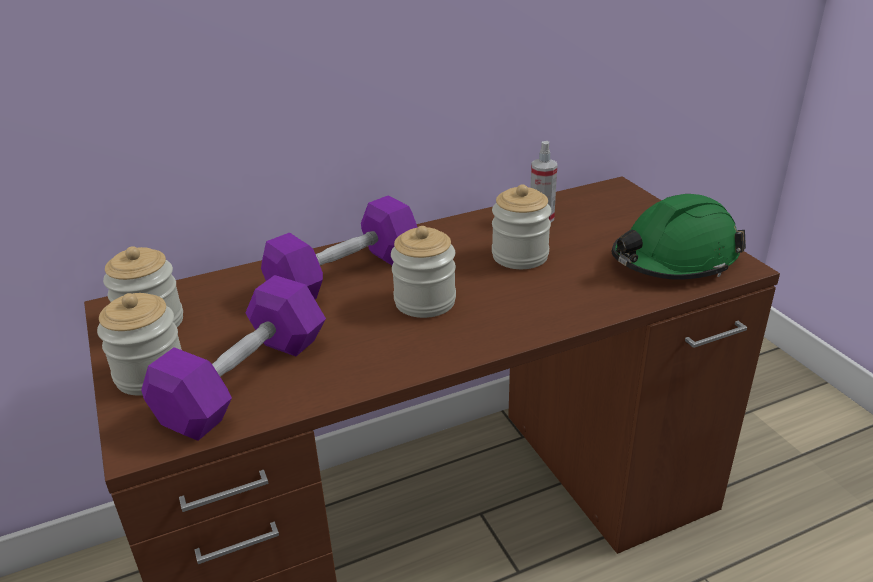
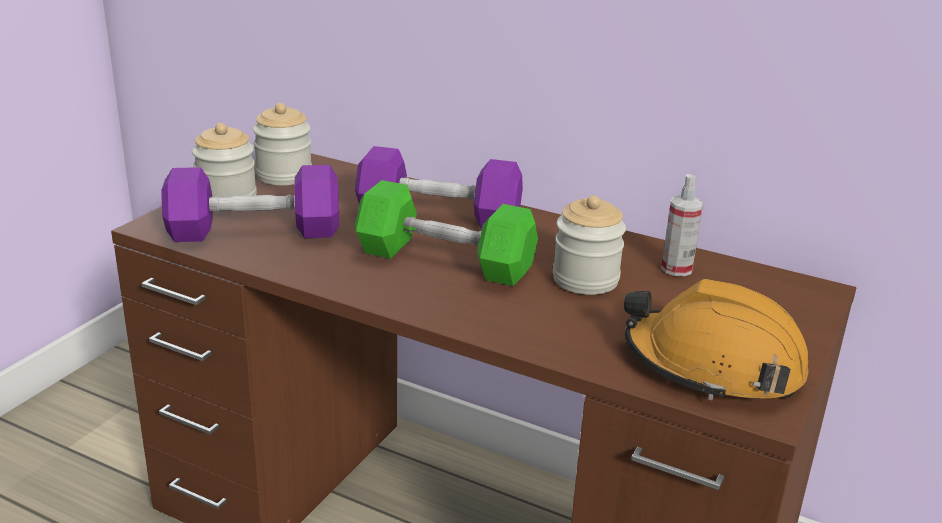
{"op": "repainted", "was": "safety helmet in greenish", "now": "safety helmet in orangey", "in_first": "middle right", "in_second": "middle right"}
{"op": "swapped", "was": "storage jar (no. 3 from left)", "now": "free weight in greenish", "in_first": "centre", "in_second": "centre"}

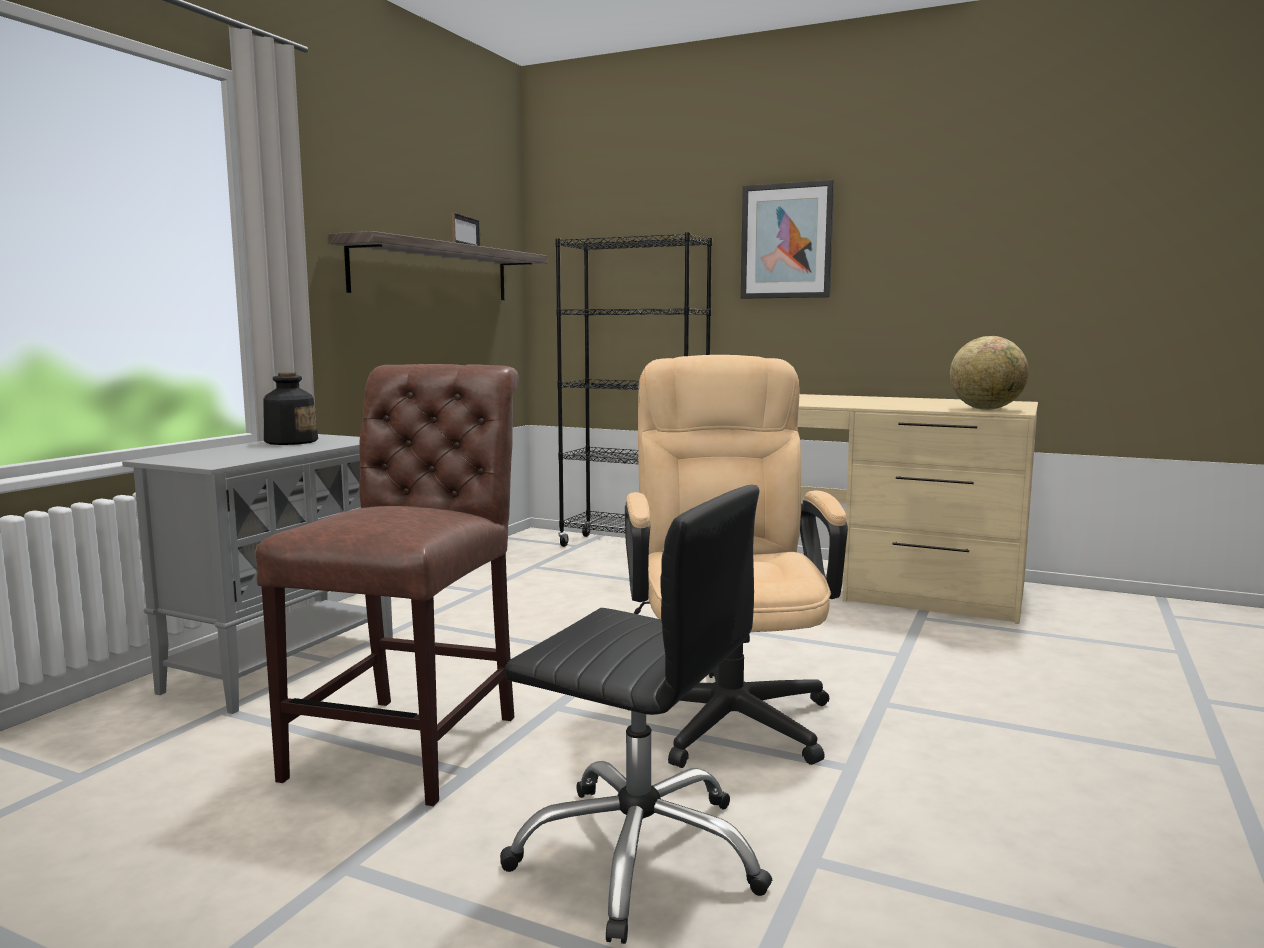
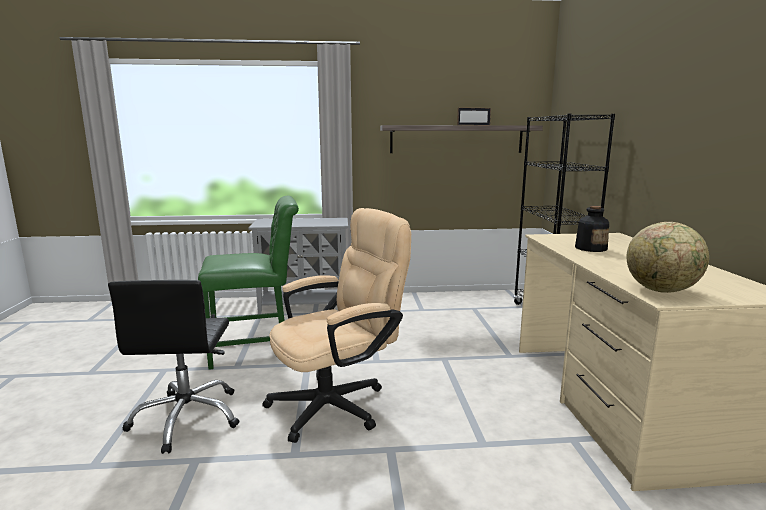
{"op": "gone", "was": "picture", "in_first": "top centre"}
{"op": "repainted", "was": "upright chair in brownish", "now": "upright chair in greenish", "in_first": "middle left", "in_second": "middle left"}
{"op": "shifted", "was": "beverage bottle", "in_first": "middle left", "in_second": "middle right"}

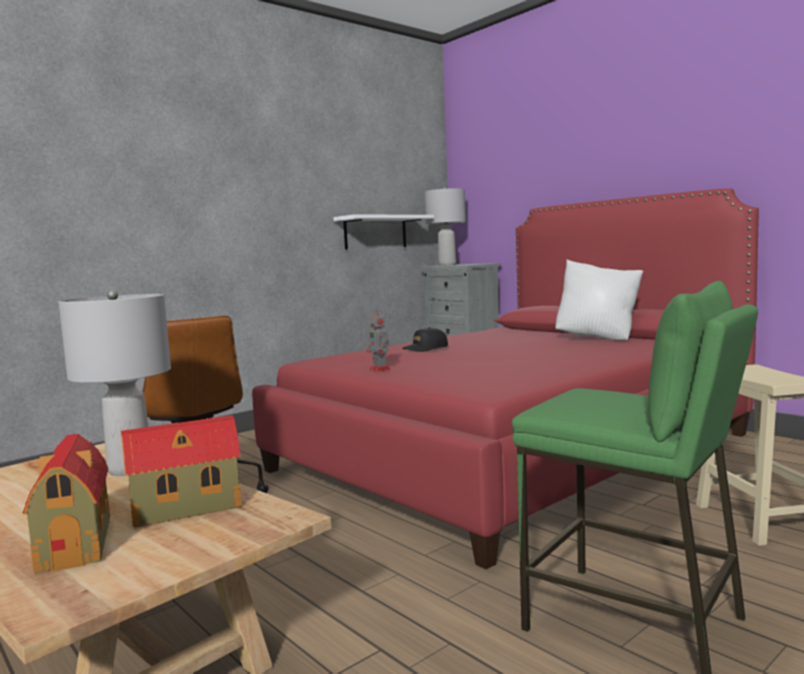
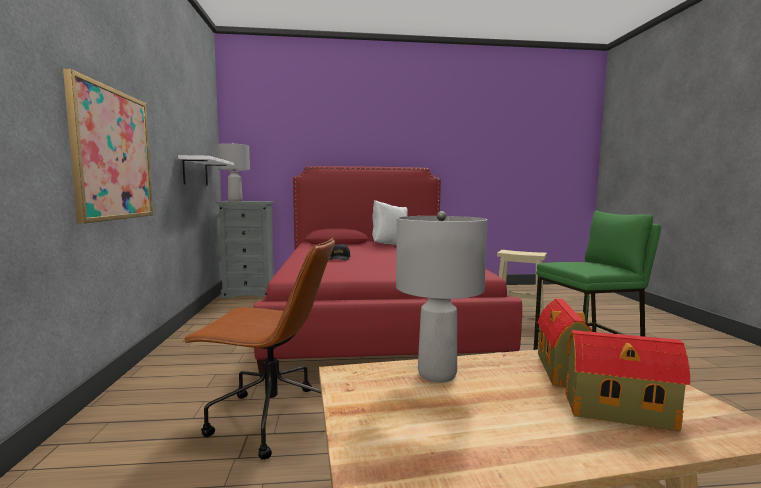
{"op": "gone", "was": "toy robot", "in_first": "centre"}
{"op": "new", "now": "picture", "in_second": "top left"}

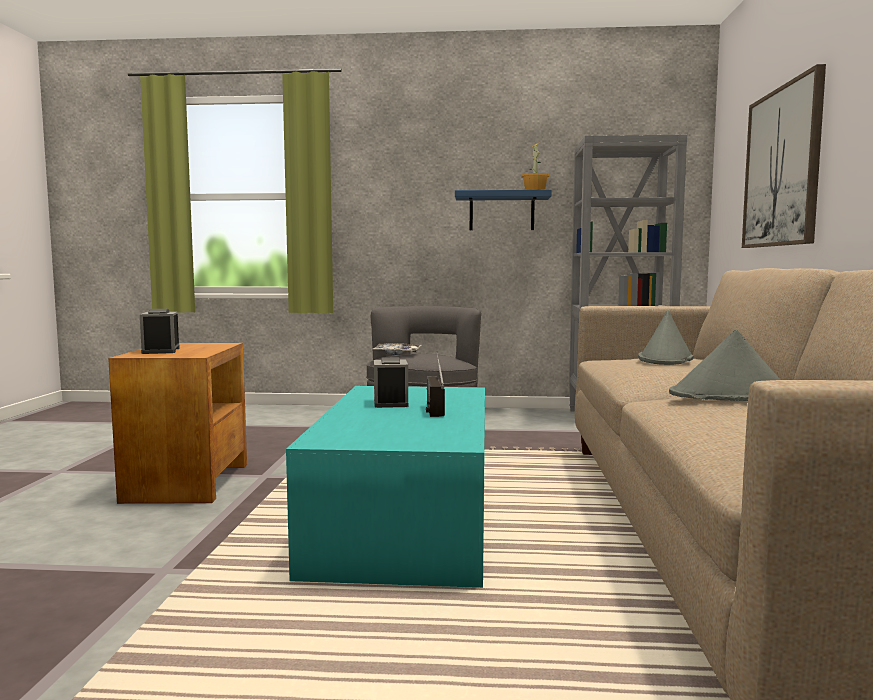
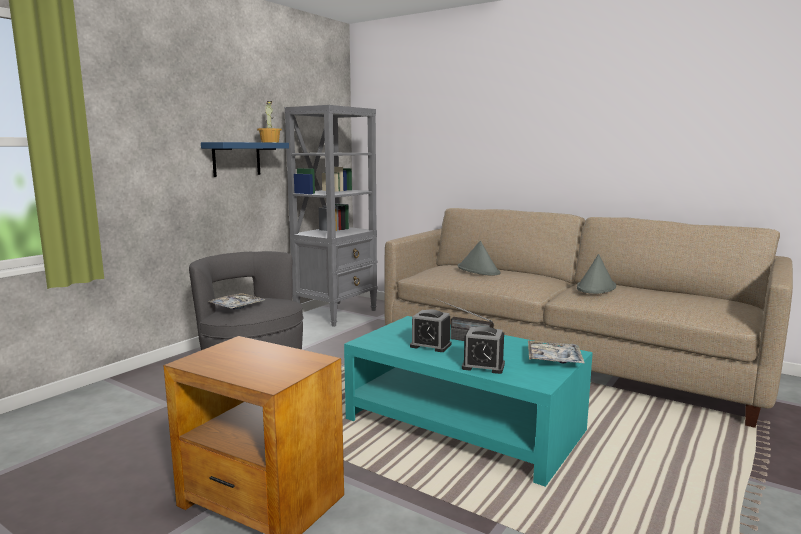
{"op": "gone", "was": "picture", "in_first": "top right"}
{"op": "shifted", "was": "table clock (no. 1 from left in the first image)", "now": "table clock (no. 2 from left)", "in_first": "middle left", "in_second": "centre"}
{"op": "new", "now": "carrying tray (no. 2 from left)", "in_second": "middle right"}

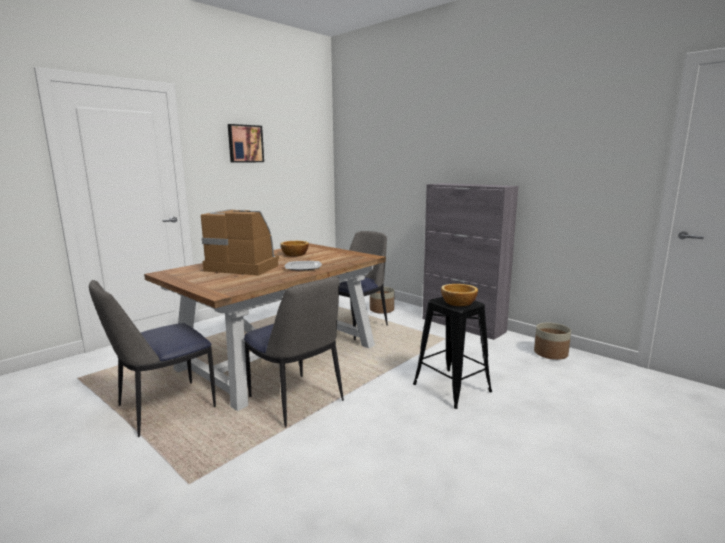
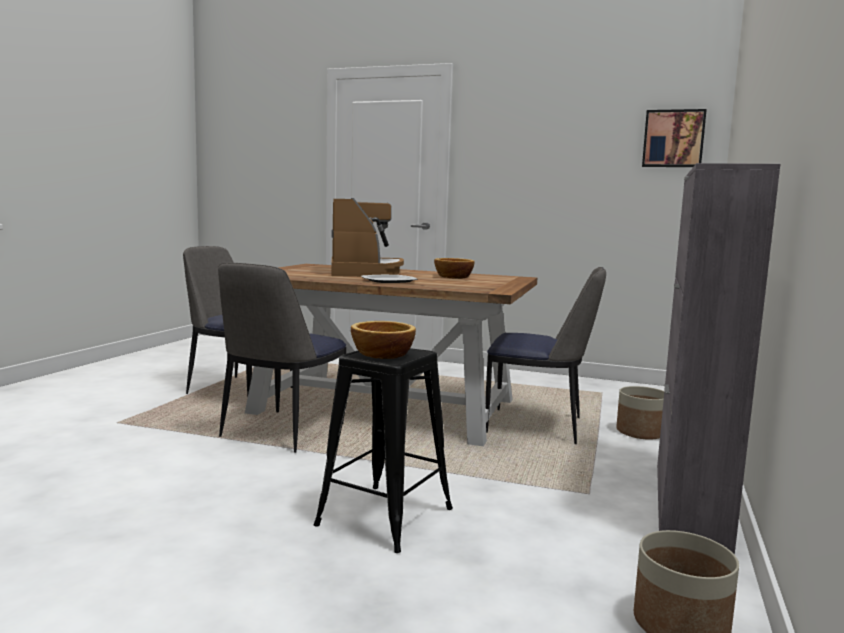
{"op": "shifted", "was": "picture", "in_first": "top centre", "in_second": "top right"}

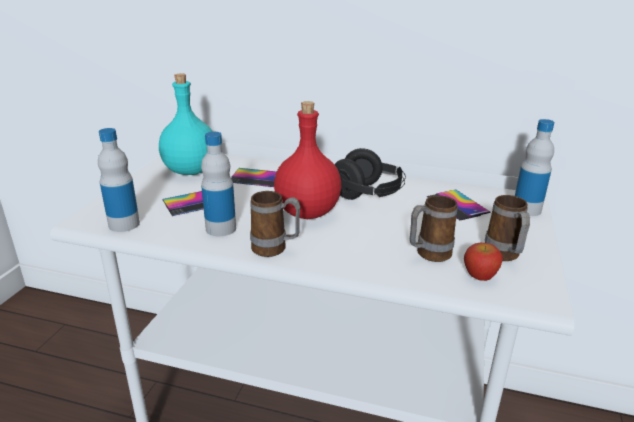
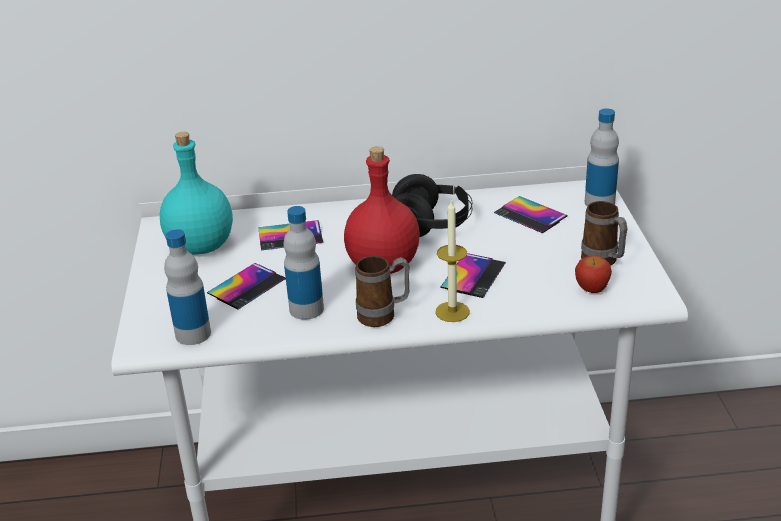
{"op": "gone", "was": "coffee mug (no. 2 from left)", "in_first": "middle right"}
{"op": "new", "now": "wax light", "in_second": "centre"}
{"op": "new", "now": "phone (no. 3 from left)", "in_second": "centre"}

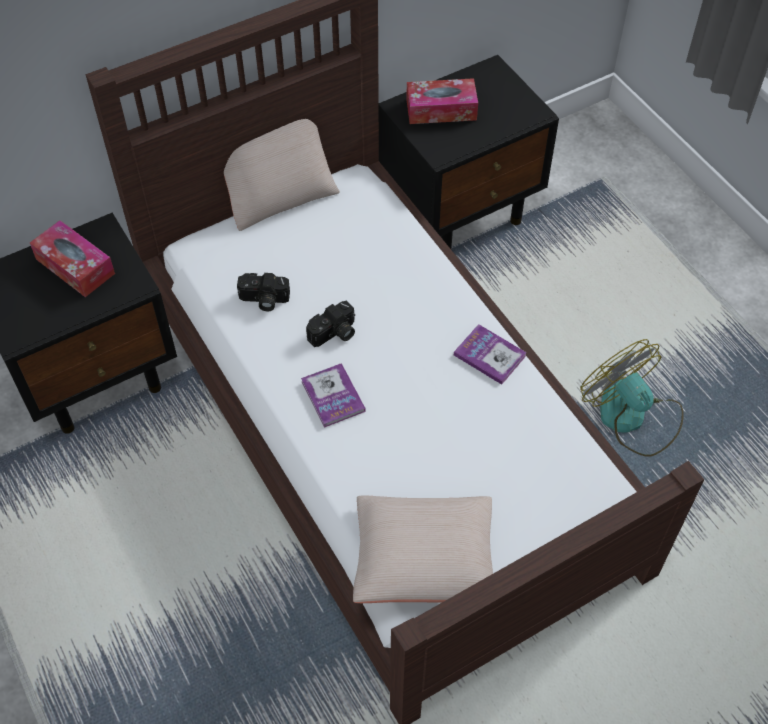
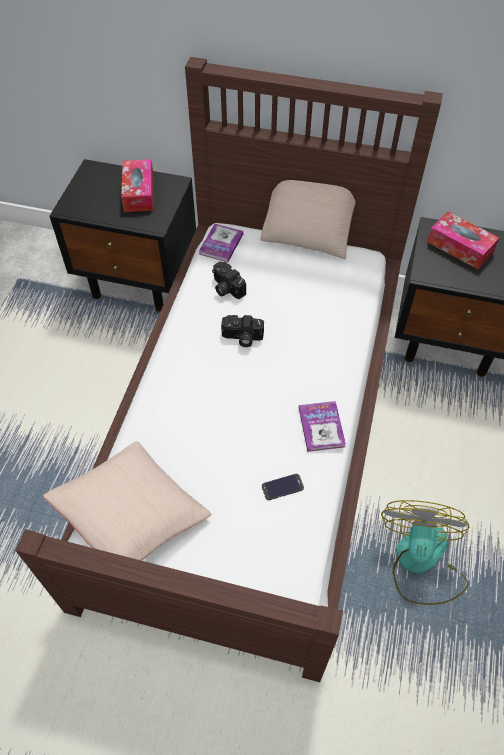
{"op": "shifted", "was": "volume (no. 1 from left)", "in_first": "centre", "in_second": "top centre"}
{"op": "new", "now": "phone", "in_second": "centre"}

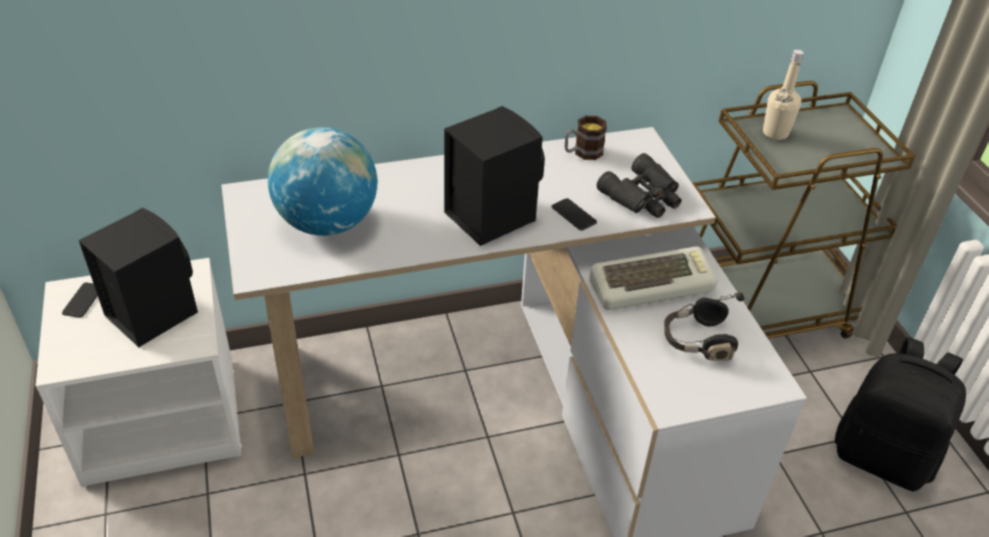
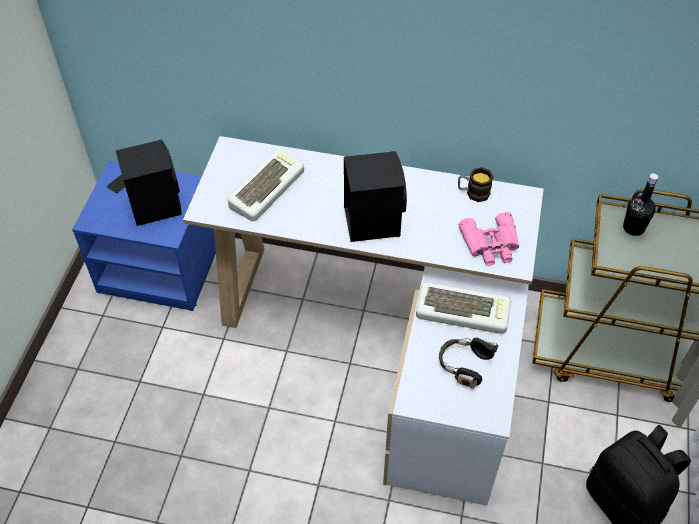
{"op": "repainted", "was": "beverage bottle in beige", "now": "beverage bottle in black", "in_first": "top right", "in_second": "middle right"}
{"op": "swapped", "was": "globe", "now": "keyboard (no. 1 from left)", "in_first": "middle left", "in_second": "centre"}
{"op": "repainted", "was": "binoculars in black", "now": "binoculars in pink", "in_first": "centre", "in_second": "middle right"}
{"op": "gone", "was": "phone (no. 2 from left)", "in_first": "centre"}
{"op": "repainted", "was": "bedside table in white-coloured", "now": "bedside table in bluish", "in_first": "bottom left", "in_second": "middle left"}

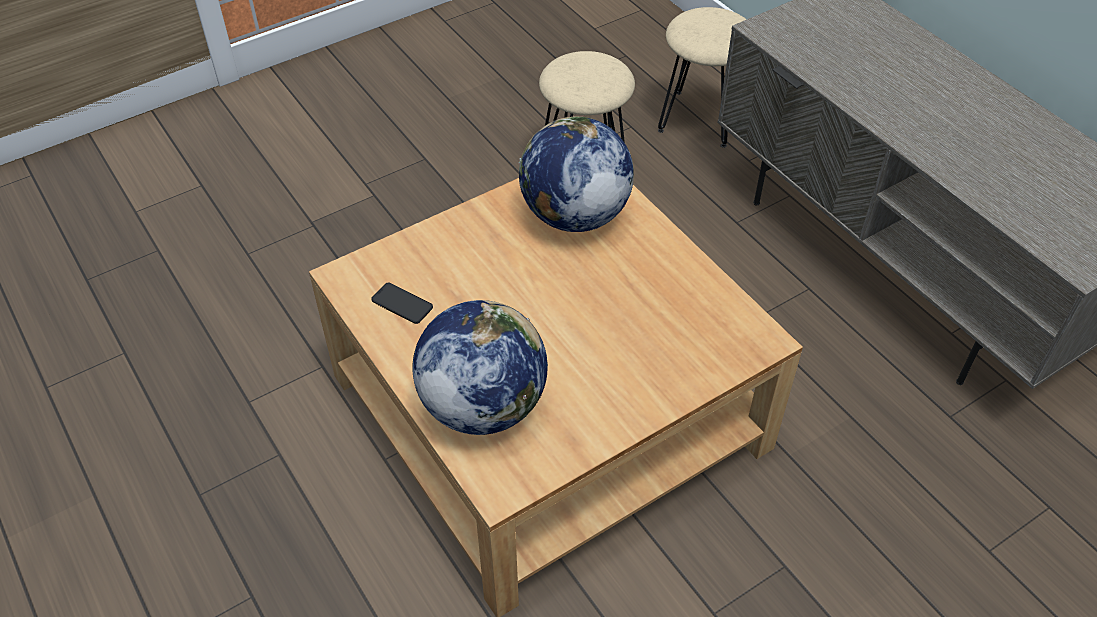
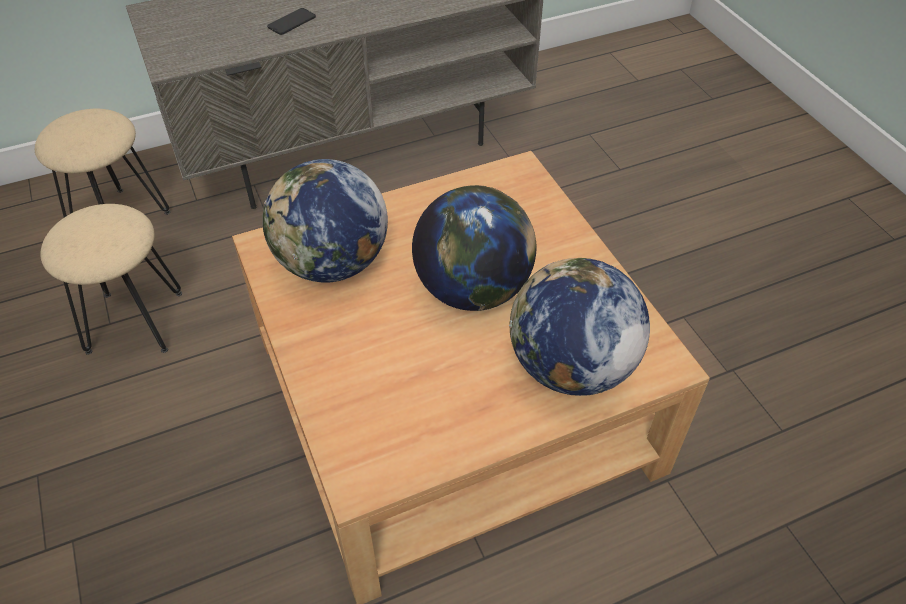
{"op": "shifted", "was": "phone", "in_first": "centre", "in_second": "top left"}
{"op": "new", "now": "globe (no. 2 from left)", "in_second": "centre"}

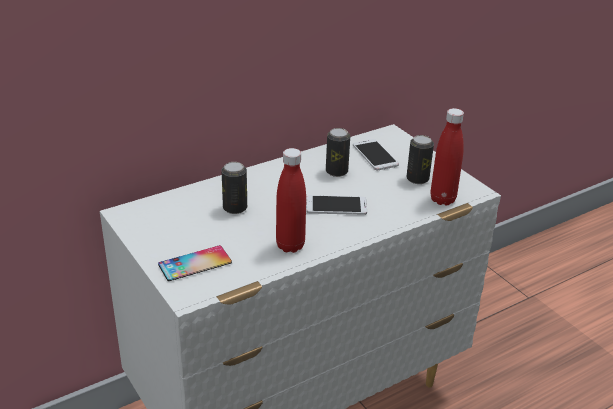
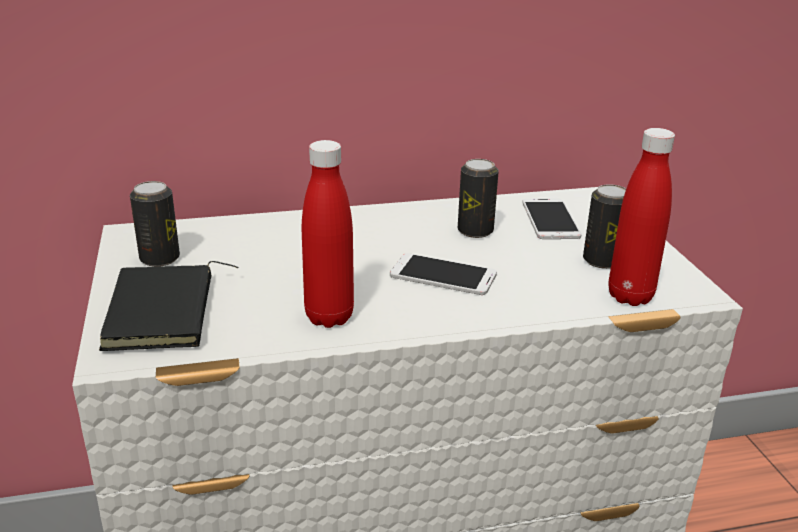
{"op": "shifted", "was": "metal can (no. 1 from left)", "in_first": "centre", "in_second": "middle left"}
{"op": "swapped", "was": "phone (no. 1 from left)", "now": "volume in black", "in_first": "middle left", "in_second": "middle left"}

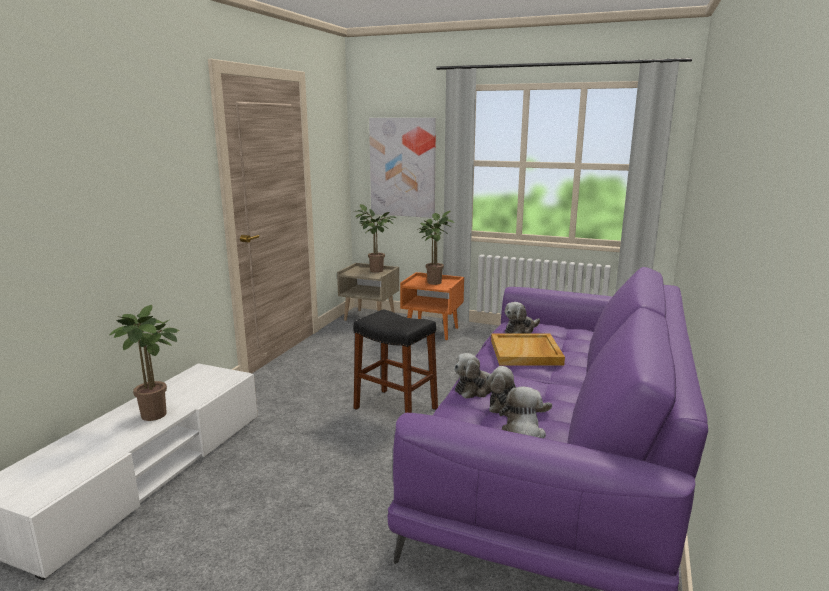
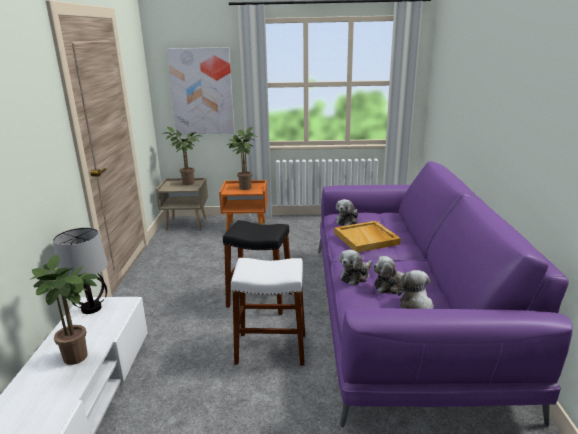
{"op": "new", "now": "tabletop lamp", "in_second": "middle left"}
{"op": "new", "now": "sitting stool in white-coloured", "in_second": "bottom centre"}

